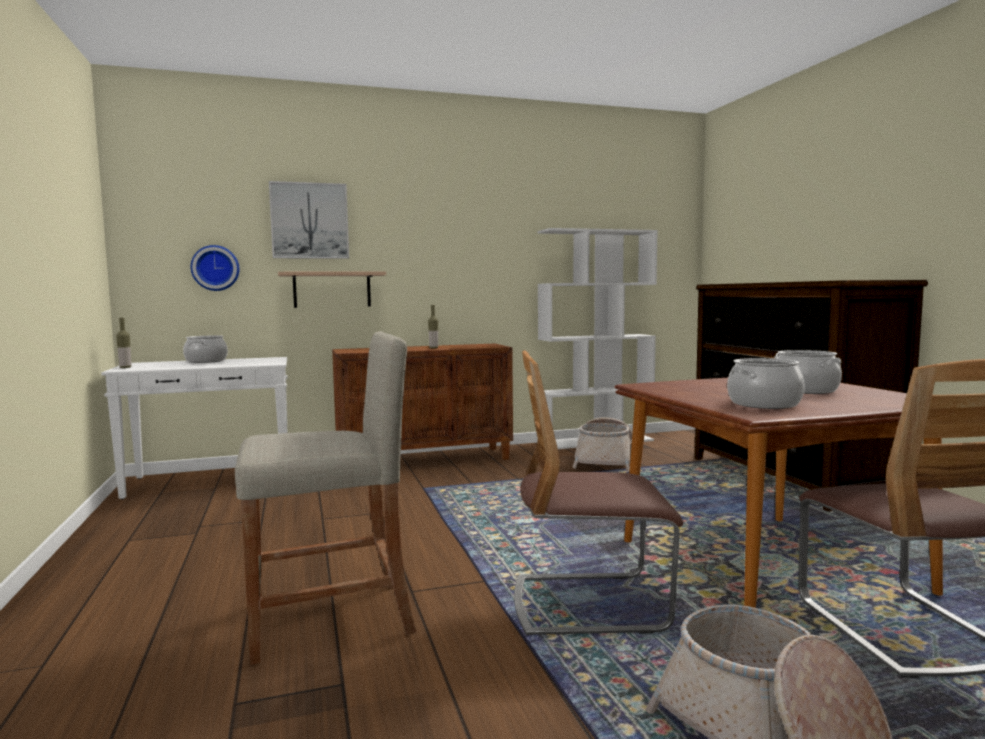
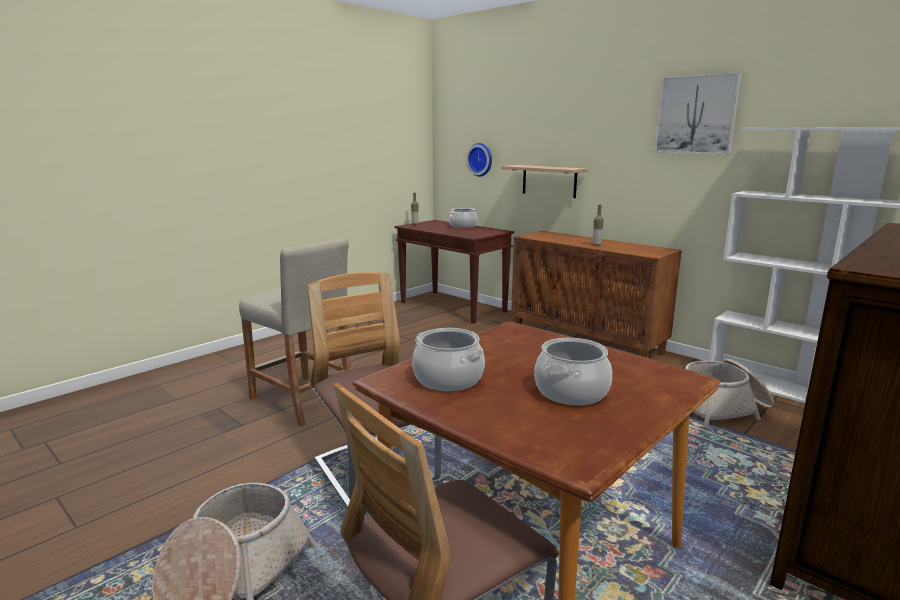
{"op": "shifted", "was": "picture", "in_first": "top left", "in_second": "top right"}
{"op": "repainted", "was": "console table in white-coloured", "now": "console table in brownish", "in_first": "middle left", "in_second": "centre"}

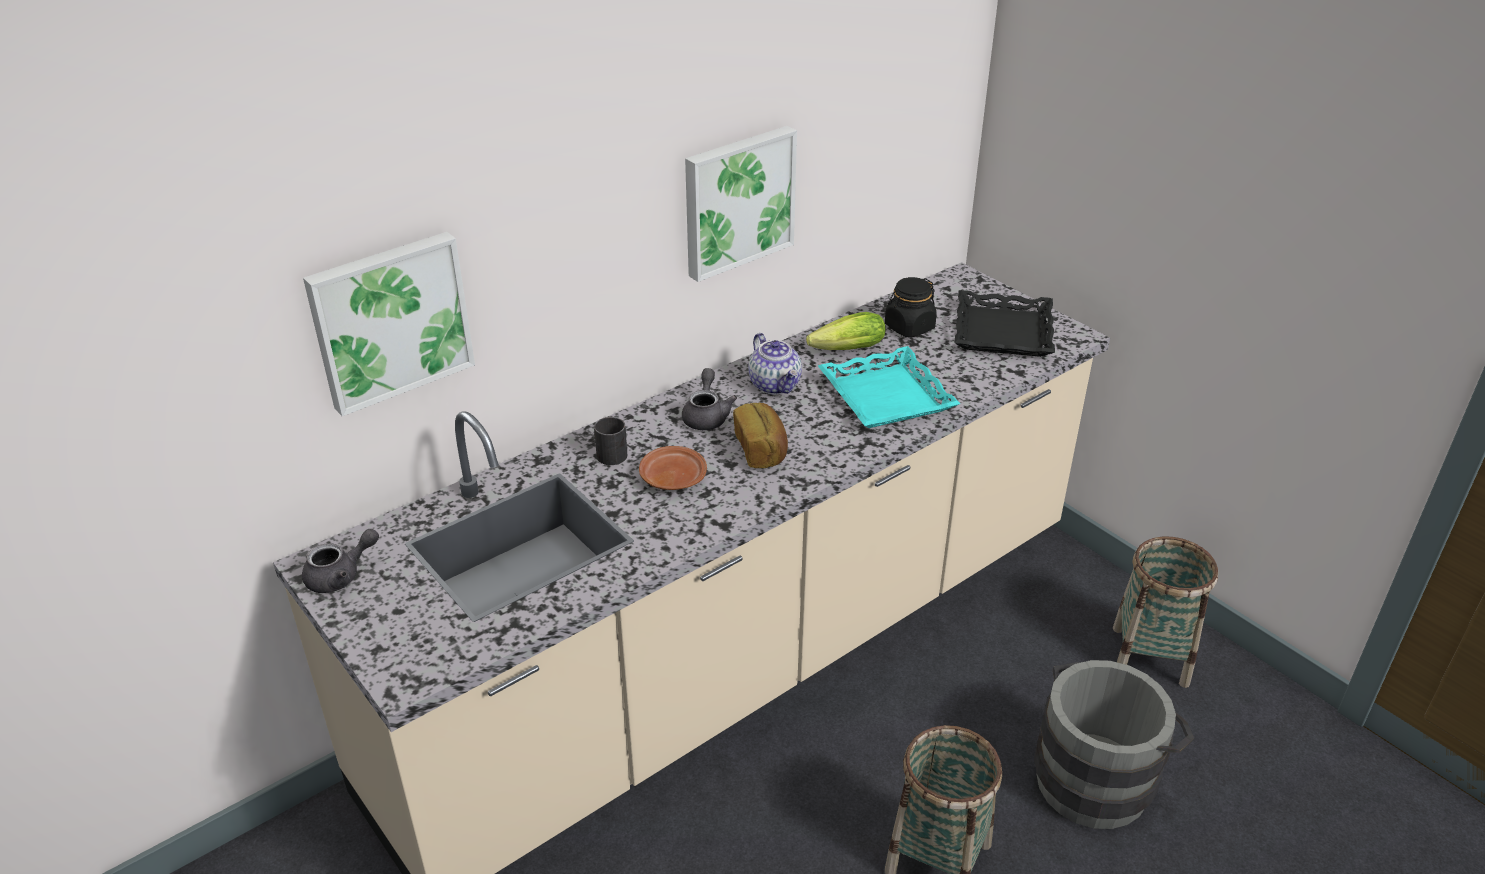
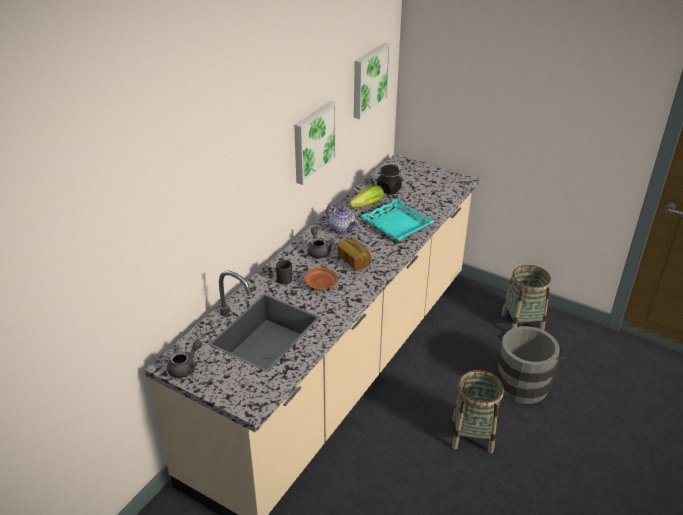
{"op": "shifted", "was": "picture (no. 1 from left in the first image)", "now": "picture (no. 2 from left)", "in_first": "middle left", "in_second": "top centre"}
{"op": "gone", "was": "carrying tray in black", "in_first": "middle right"}

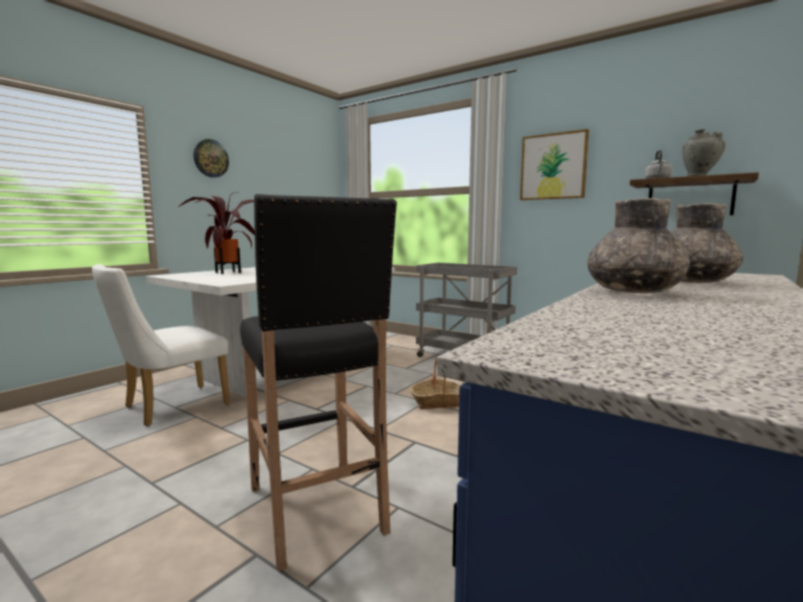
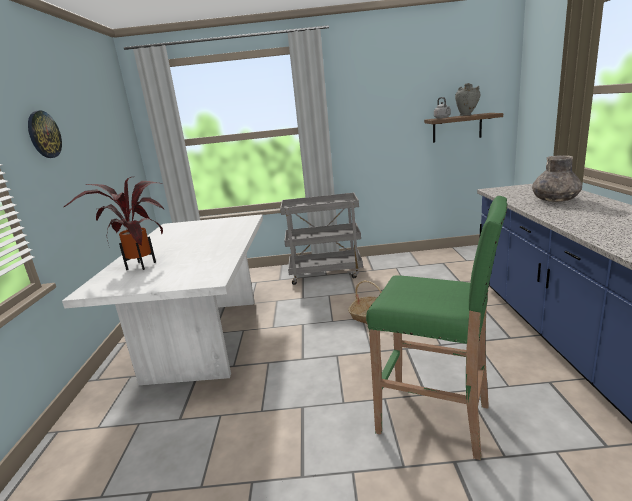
{"op": "gone", "was": "picture", "in_first": "top right"}
{"op": "repainted", "was": "sitting stool in black", "now": "sitting stool in greenish", "in_first": "centre", "in_second": "middle right"}
{"op": "gone", "was": "vase in grey (no. 1 from left)", "in_first": "middle right"}
{"op": "gone", "was": "upright chair in white-coloured", "in_first": "middle left"}

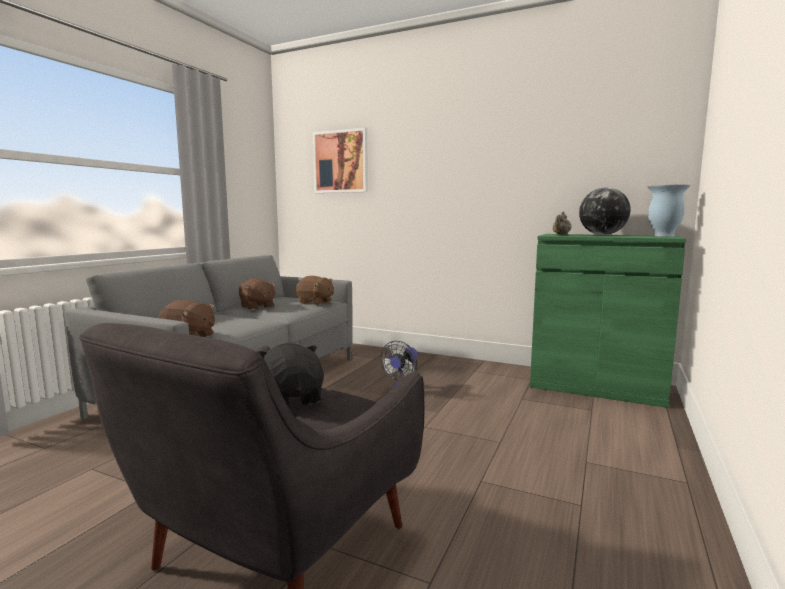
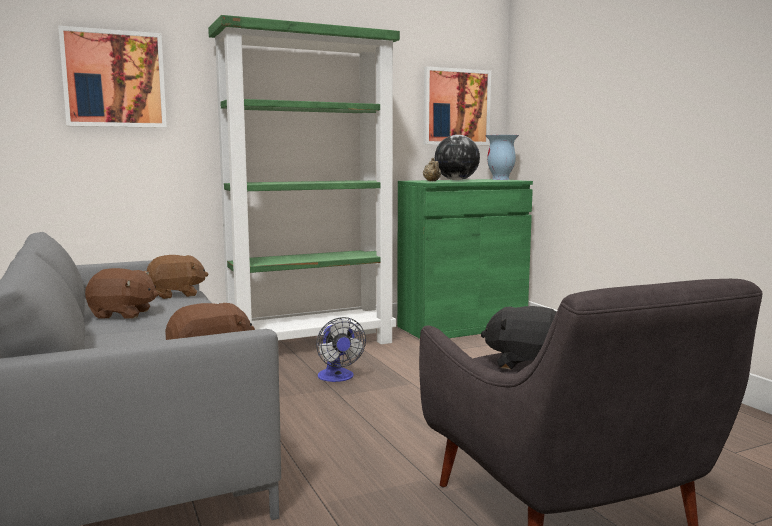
{"op": "new", "now": "shelving unit in greenish", "in_second": "centre"}
{"op": "new", "now": "picture (no. 2 from left)", "in_second": "top centre"}

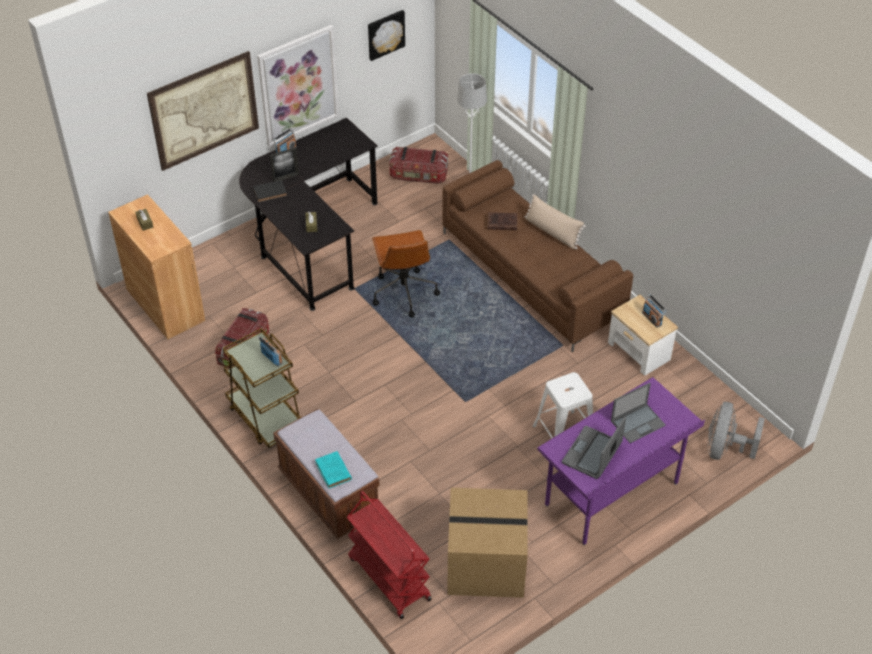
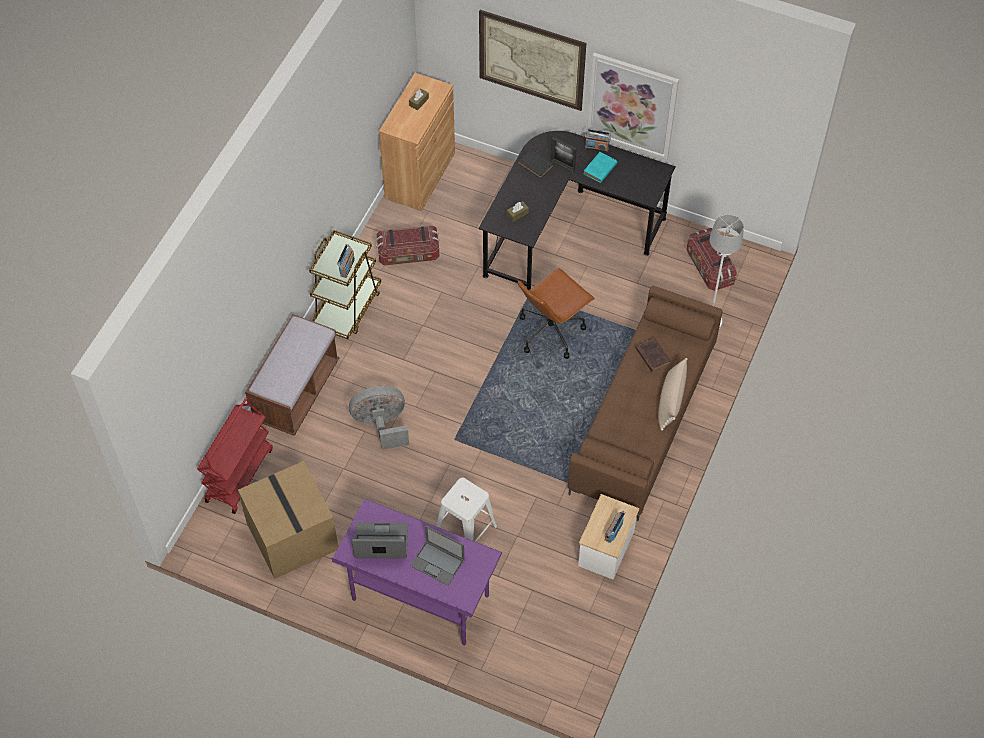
{"op": "gone", "was": "picture (no. 3 from left)", "in_first": "top centre"}
{"op": "shifted", "was": "fan in grey", "in_first": "middle right", "in_second": "centre"}
{"op": "shifted", "was": "volume in turquoise", "in_first": "bottom centre", "in_second": "top centre"}

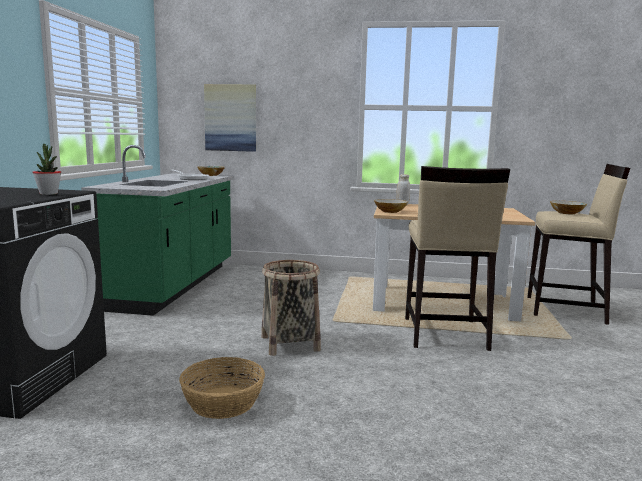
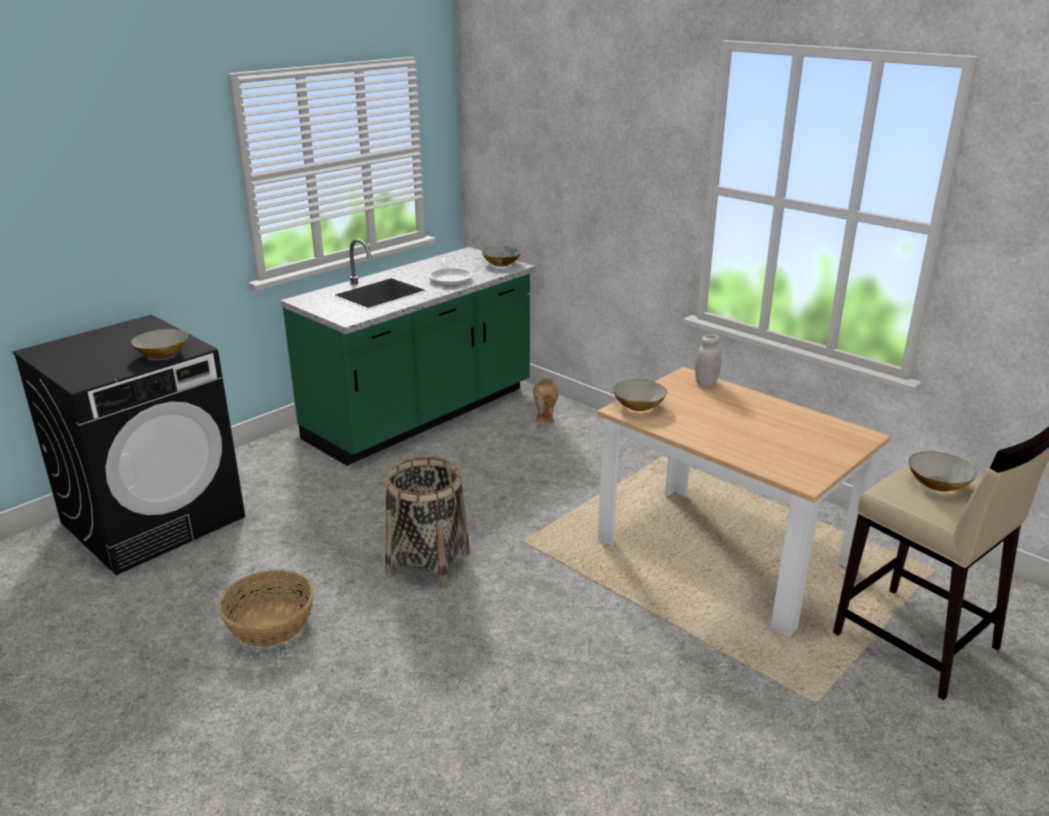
{"op": "gone", "was": "picture", "in_first": "top centre"}
{"op": "swapped", "was": "potted plant", "now": "deep dish (no. 1 from left)", "in_first": "middle left", "in_second": "middle left"}
{"op": "gone", "was": "sitting stool in beige (no. 1 from left)", "in_first": "middle right"}
{"op": "new", "now": "vase", "in_second": "centre"}

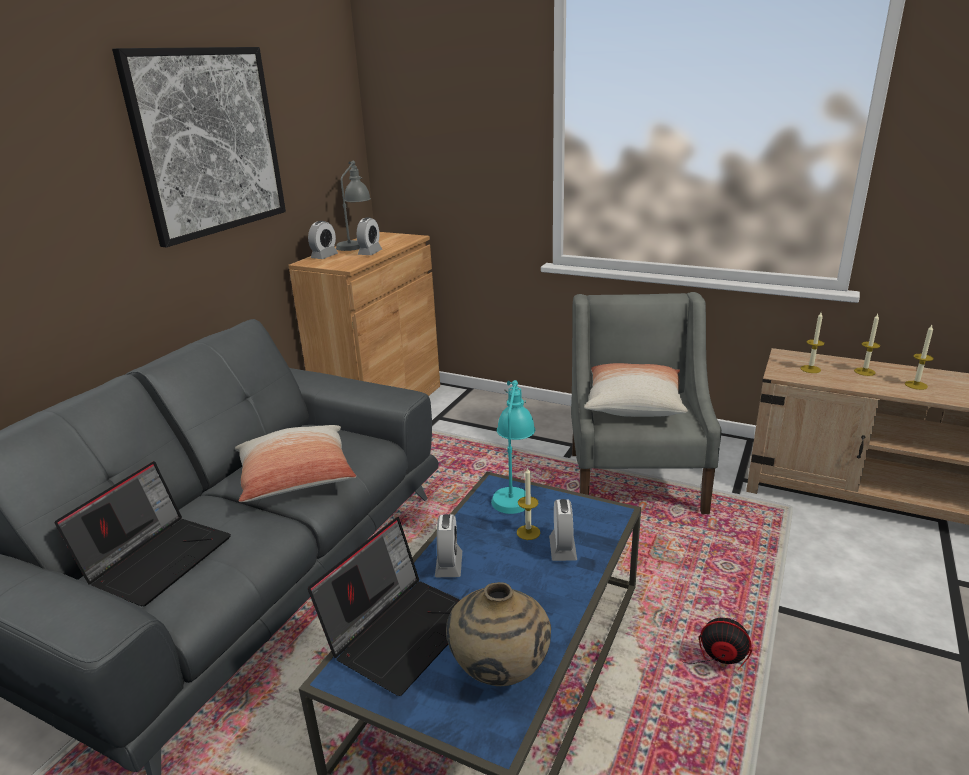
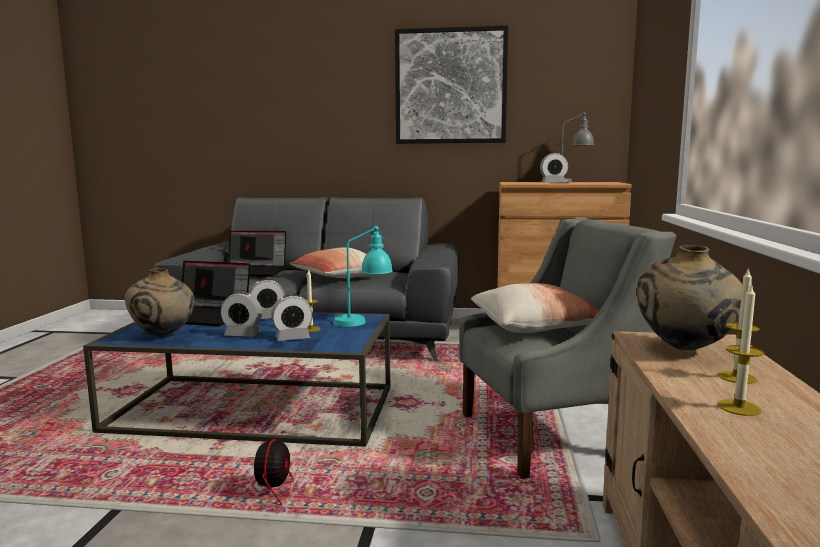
{"op": "shifted", "was": "table clock (no. 1 from left)", "in_first": "top centre", "in_second": "middle left"}
{"op": "swapped", "was": "wax light (no. 2 from left)", "now": "vase in beige (no. 2 from left)", "in_first": "middle right", "in_second": "middle right"}

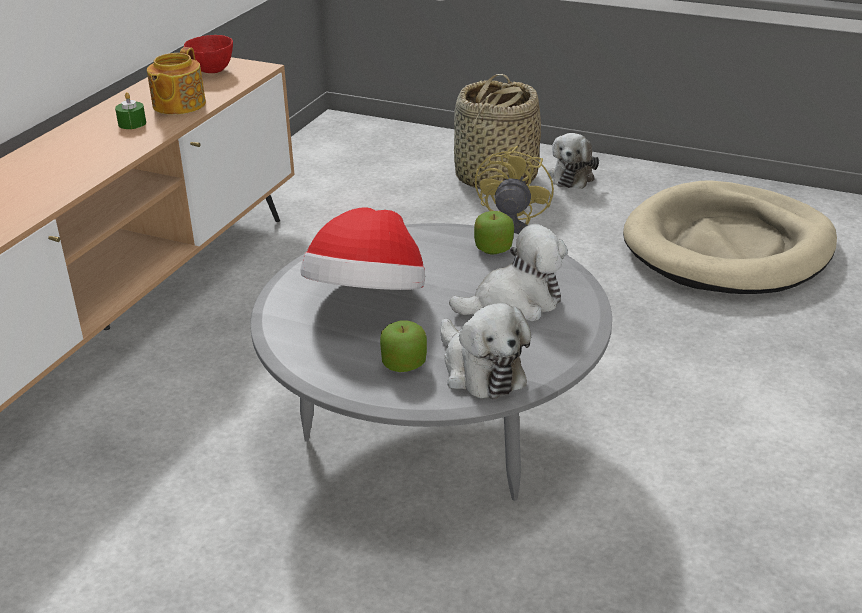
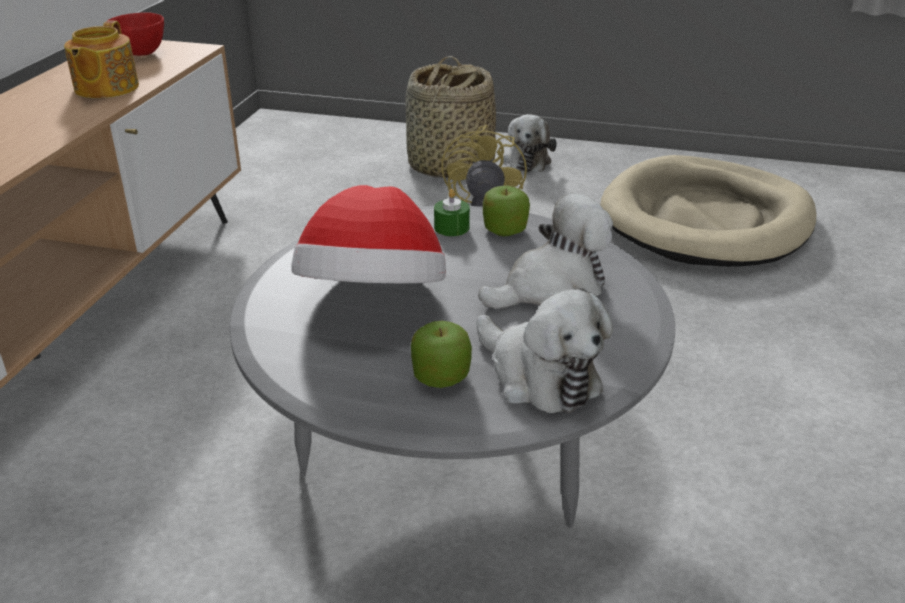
{"op": "shifted", "was": "wax light in greenish", "in_first": "top left", "in_second": "centre"}

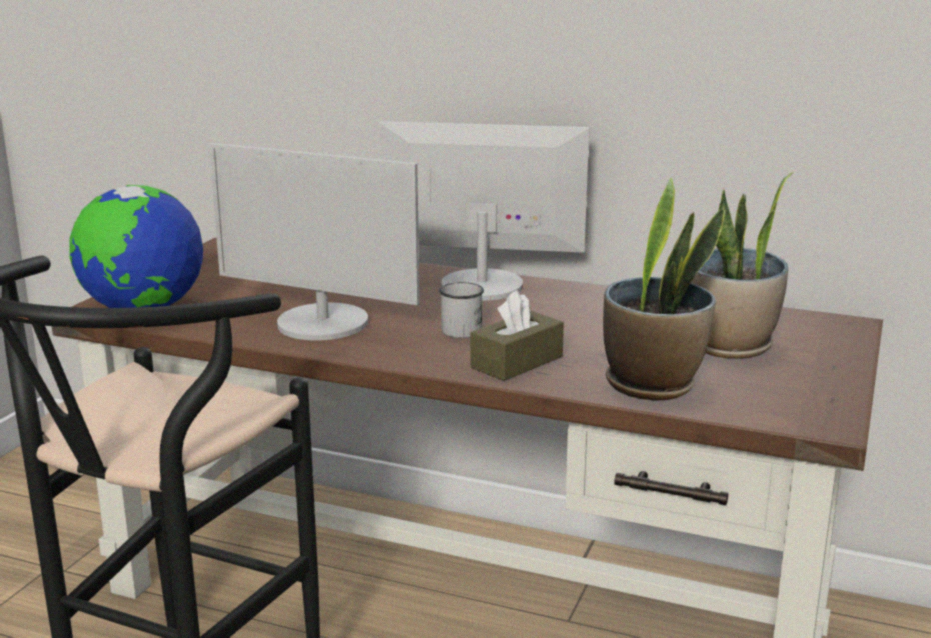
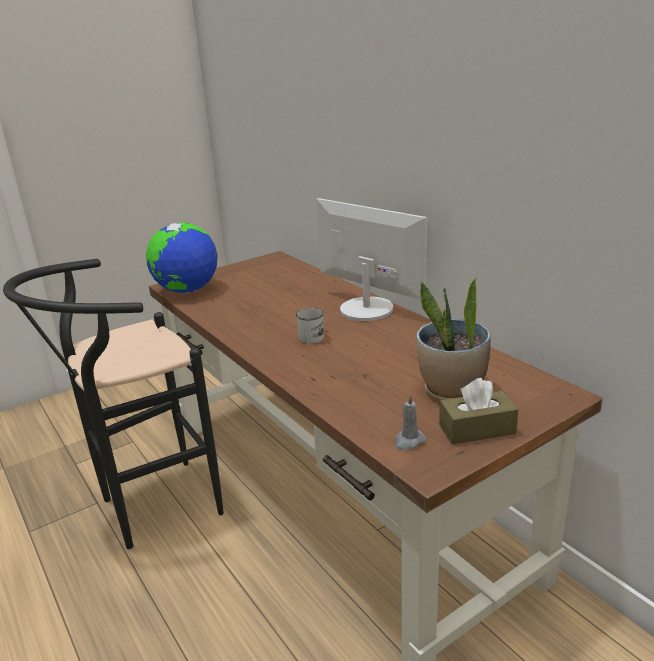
{"op": "gone", "was": "computer screen (no. 1 from left)", "in_first": "centre"}
{"op": "gone", "was": "potted plant (no. 1 from left)", "in_first": "middle right"}
{"op": "shifted", "was": "tissue holder in brownish", "in_first": "centre", "in_second": "middle right"}
{"op": "new", "now": "wax light in grey", "in_second": "centre"}

